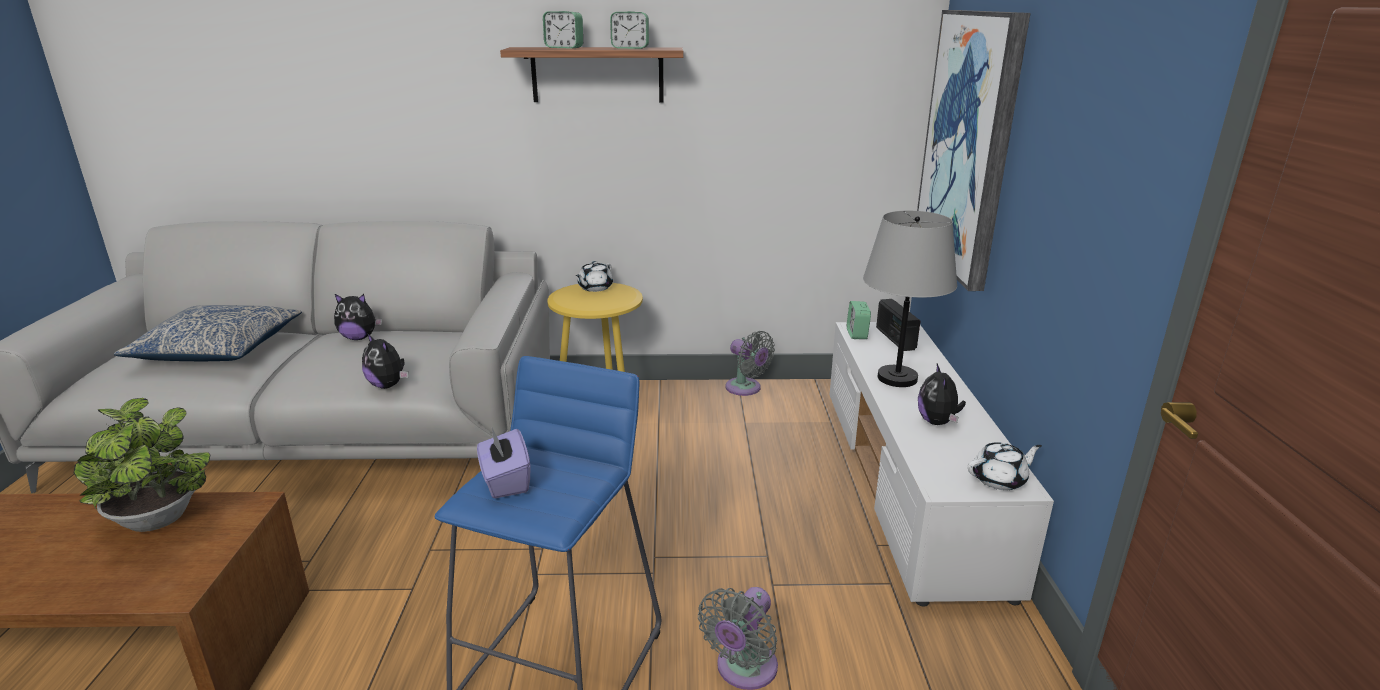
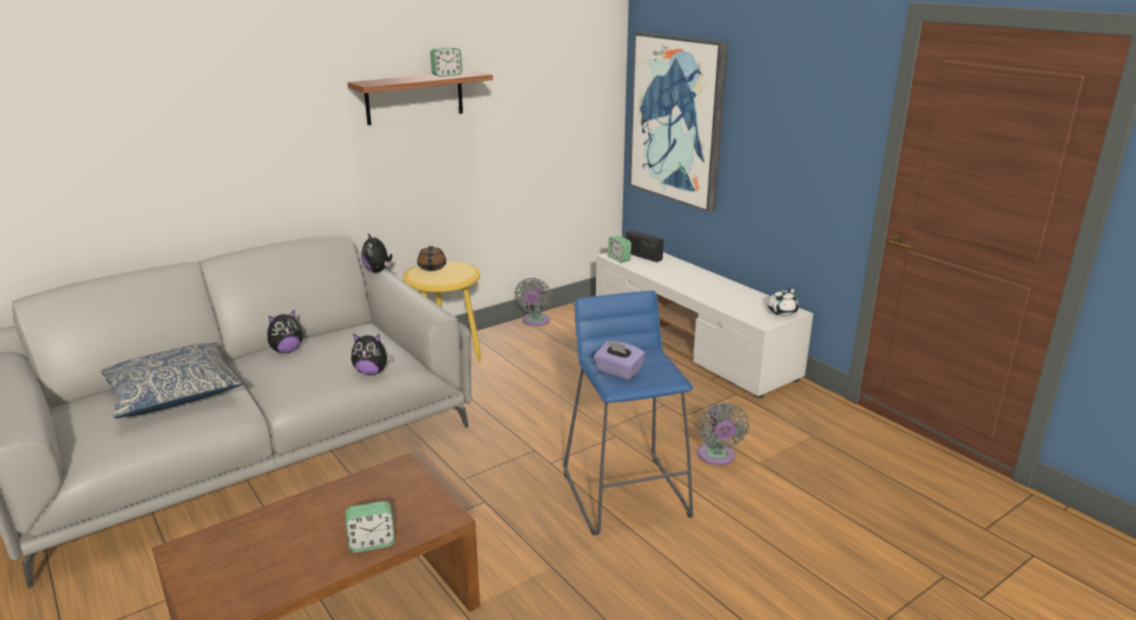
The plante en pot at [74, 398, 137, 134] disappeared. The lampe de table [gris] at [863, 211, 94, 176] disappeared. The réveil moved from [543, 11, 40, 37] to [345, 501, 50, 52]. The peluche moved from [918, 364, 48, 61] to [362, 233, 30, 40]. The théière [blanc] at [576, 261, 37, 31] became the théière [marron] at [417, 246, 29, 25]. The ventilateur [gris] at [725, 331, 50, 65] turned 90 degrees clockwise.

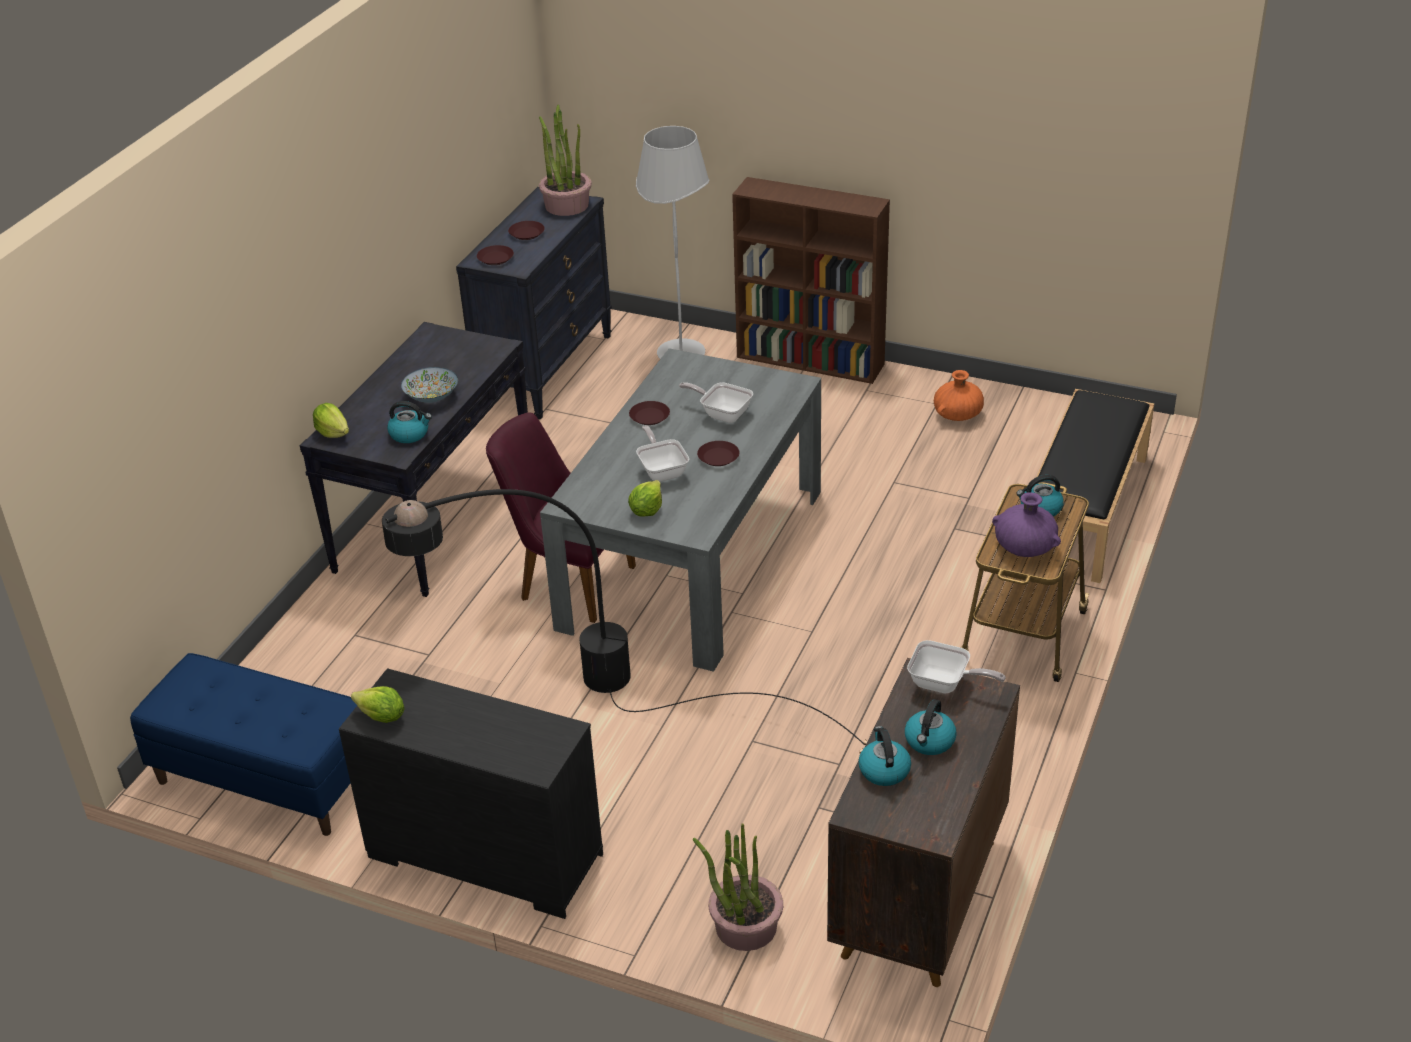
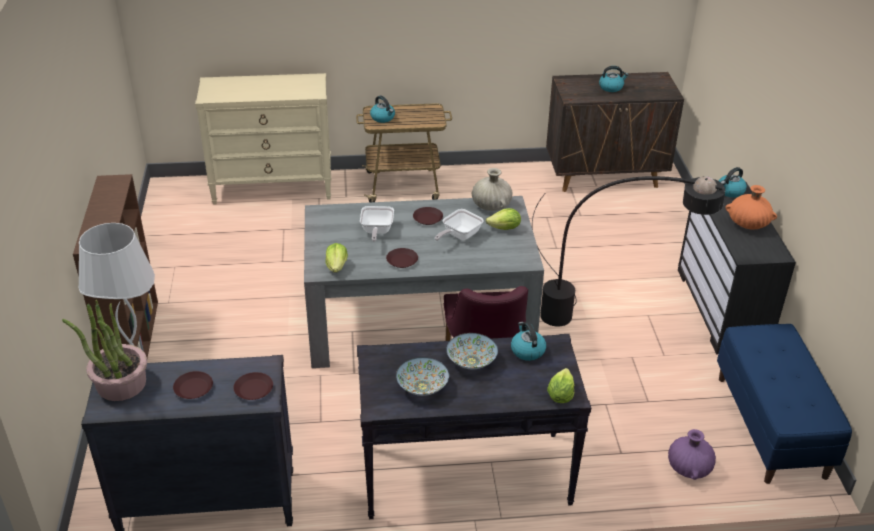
The plante en pot at [693, 824, 90, 127] disappeared. The poêle at [907, 640, 99, 53] disappeared. The bol at [396, 357, 53, 39] appeared. The vase [beige] at [472, 168, 41, 43] appeared. The laitue moved from [351, 686, 54, 37] to [325, 243, 23, 30]. The bouilloire moved from [859, 726, 52, 60] to [719, 167, 28, 31]. The vase [orange] moved from [934, 370, 50, 51] to [726, 185, 51, 45]. The vase [violet] moved from [992, 492, 69, 65] to [668, 429, 48, 51]. The banc [noir] at [1036, 389, 118, 194] was replaced by the commode [beige] at [195, 73, 136, 132].

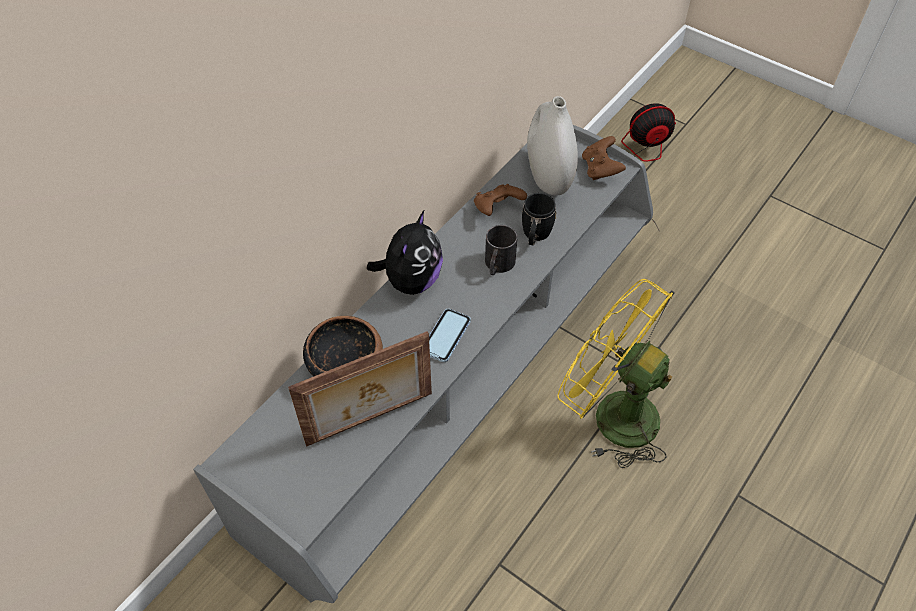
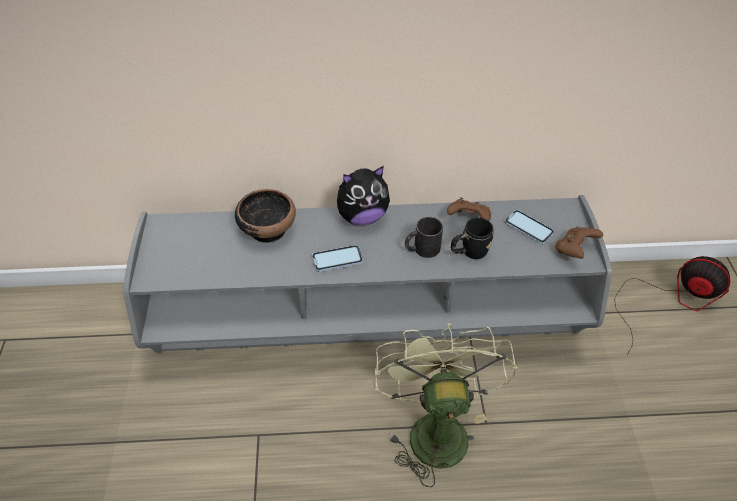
The cadre photo at [288, 331, 144, 116] disappeared. The vase [blanc] at [527, 96, 51, 99] was replaced by the téléphone at [505, 210, 49, 34]. The ventilateur [jaune] at [558, 279, 117, 189] became the ventilateur [vert] at [373, 323, 144, 164].

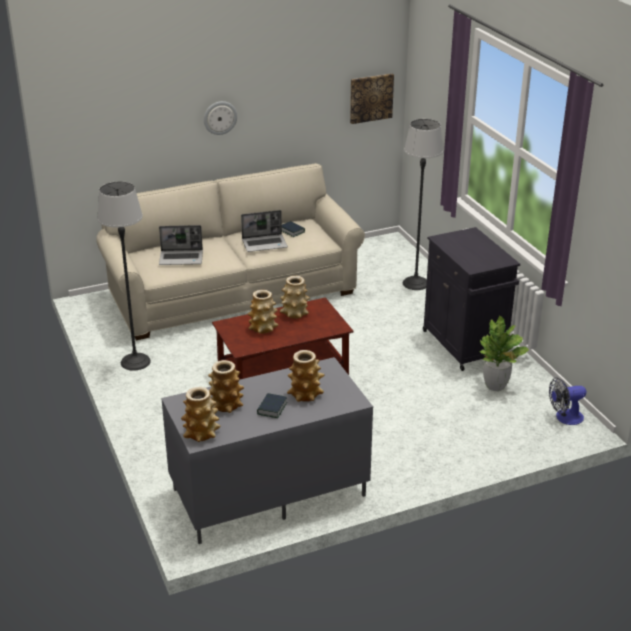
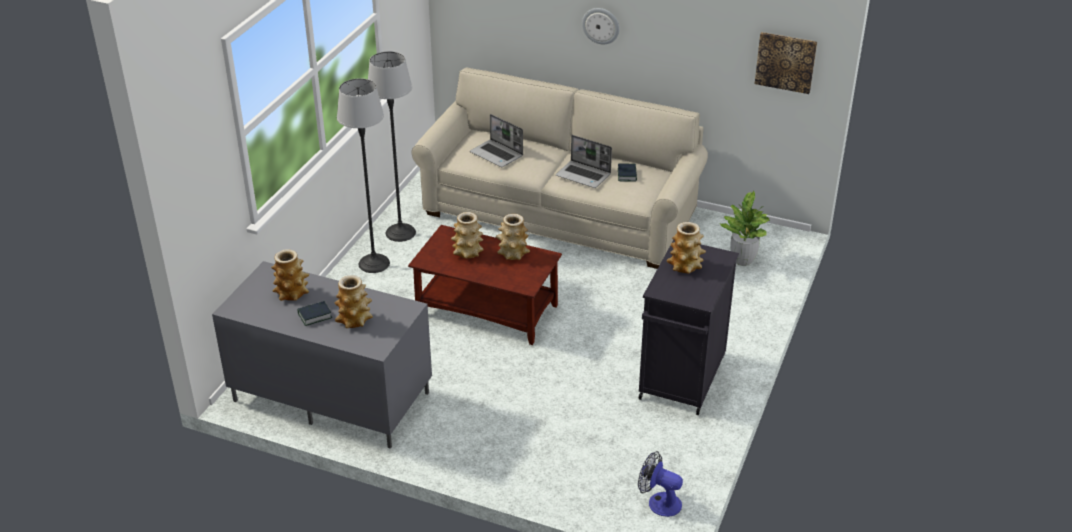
The vase moved from [181, 387, 39, 55] to [667, 222, 39, 52]. The lampadaire moved from [403, 119, 41, 171] to [337, 78, 53, 195]. The plante en pot moved from [479, 316, 51, 75] to [719, 191, 51, 75].

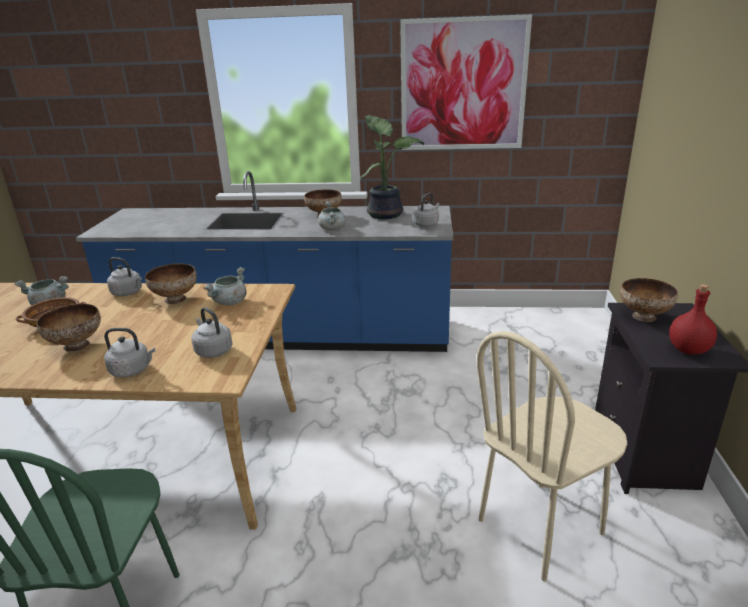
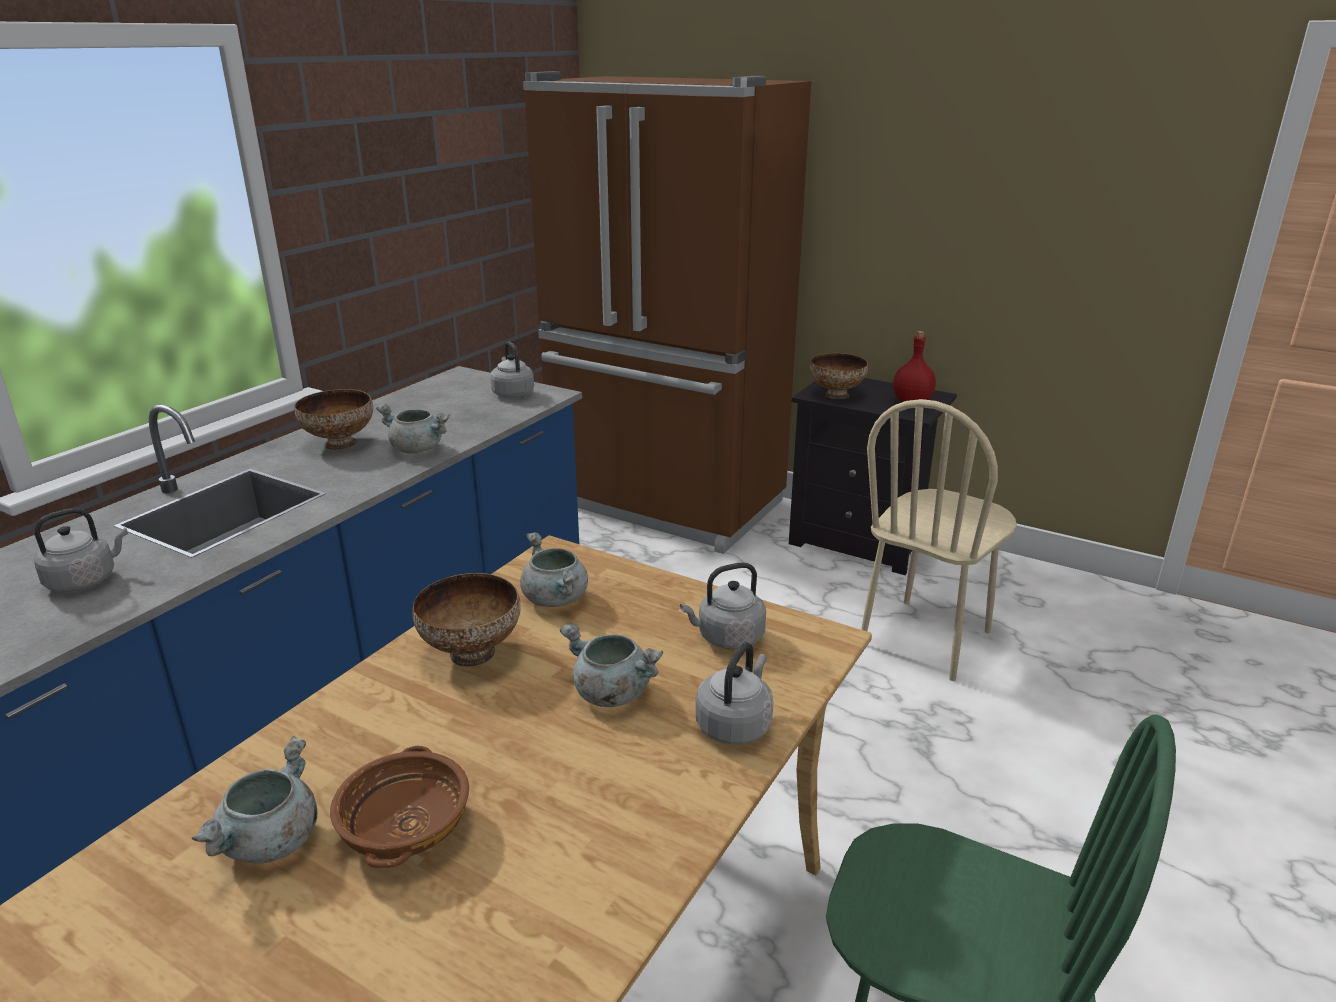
The bol at [36, 304, 65, 48] disappeared. The plante en pot at [360, 115, 64, 104] disappeared. The tableau at [400, 14, 132, 136] disappeared. The réfrigérateur [marron] at [523, 71, 288, 483] appeared. The marmite [gris] at [560, 624, 103, 83] appeared. The bouilloire [gris] moved from [107, 257, 35, 39] to [34, 508, 94, 84]. The chaise [beige] at [476, 331, 151, 251] turned 45 degrees clockwise.

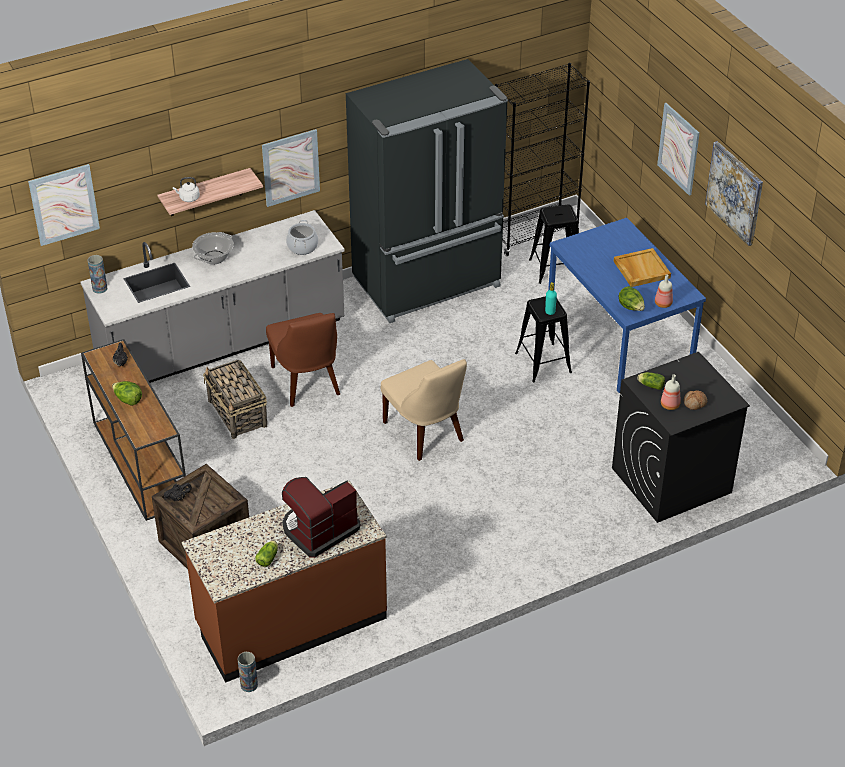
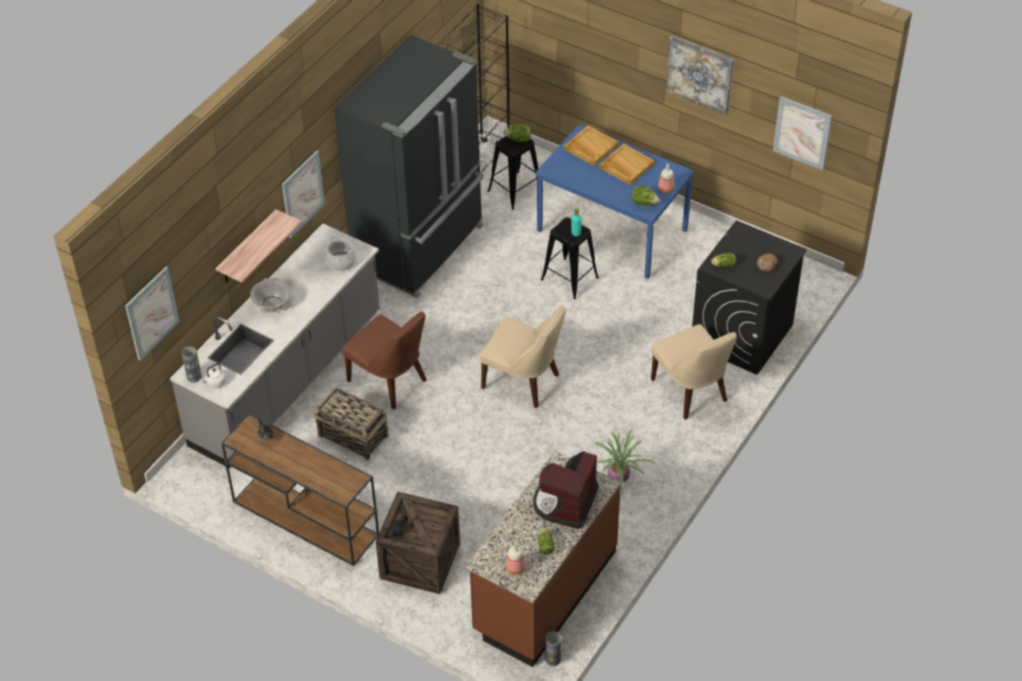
The plateau [beige] at [564, 125, 55, 41] appeared. The plante en pot at [593, 428, 63, 64] appeared. The chaise [beige] at [651, 324, 86, 96] appeared. The laitue moved from [112, 381, 30, 24] to [503, 124, 28, 18]. The bouilloire [blanc] moved from [173, 177, 27, 25] to [200, 363, 26, 25]. The tableau moved from [657, 103, 43, 93] to [773, 96, 59, 75]. The bouteille moved from [661, 374, 20, 36] to [506, 543, 20, 32].

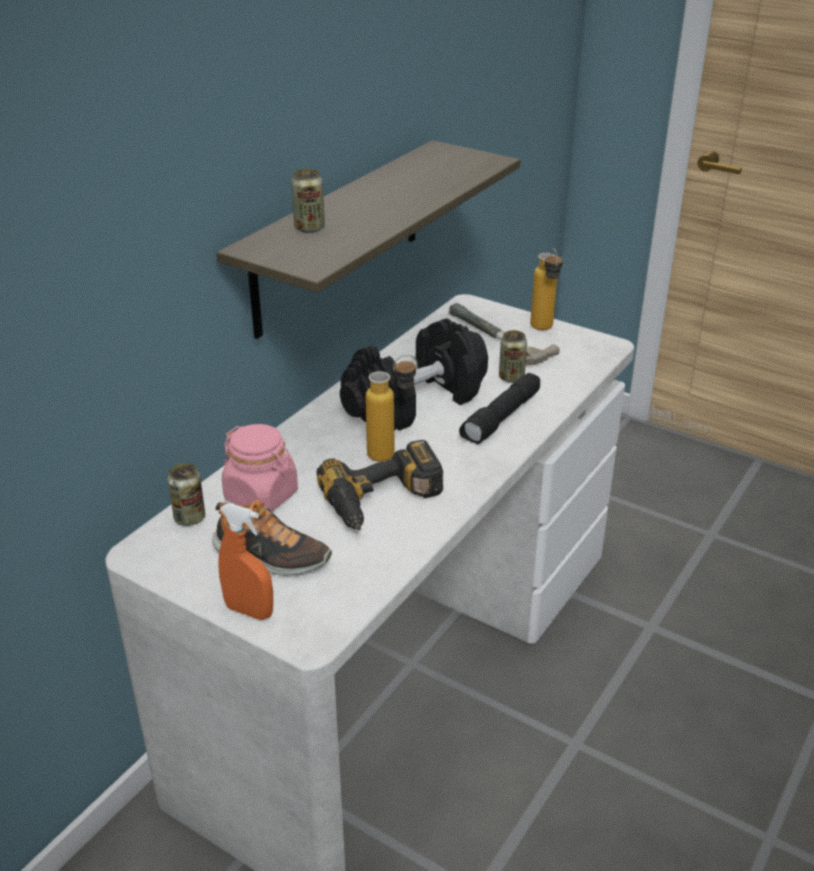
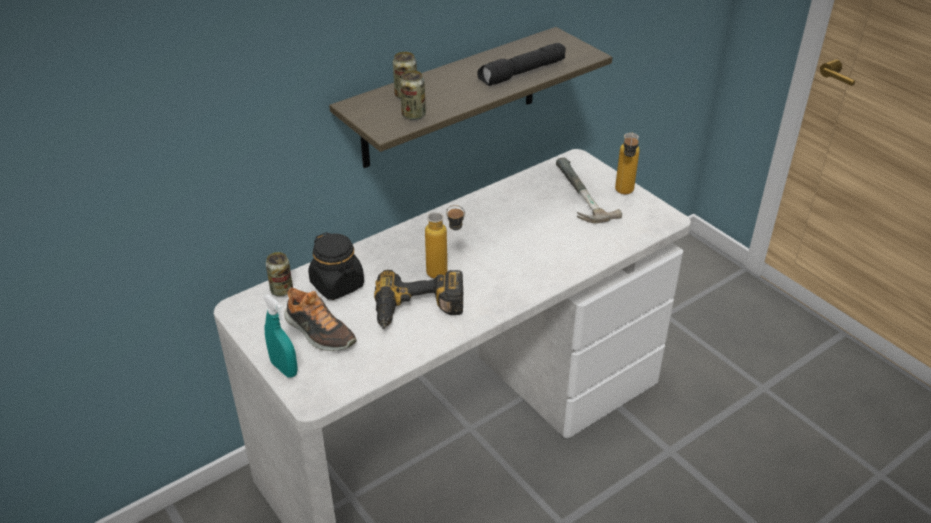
The haltère [noir] at [340, 318, 148, 112] disappeared. The lampe de poche [noir] moved from [459, 373, 81, 71] to [477, 43, 89, 43]. The boîte métallique moved from [499, 330, 28, 53] to [400, 70, 26, 50]. The vaporisateur [orange] at [218, 503, 55, 117] became the vaporisateur [turquoise] at [263, 294, 35, 83]. The bocal [rose] at [222, 424, 76, 87] became the bocal [noir] at [308, 232, 56, 68].

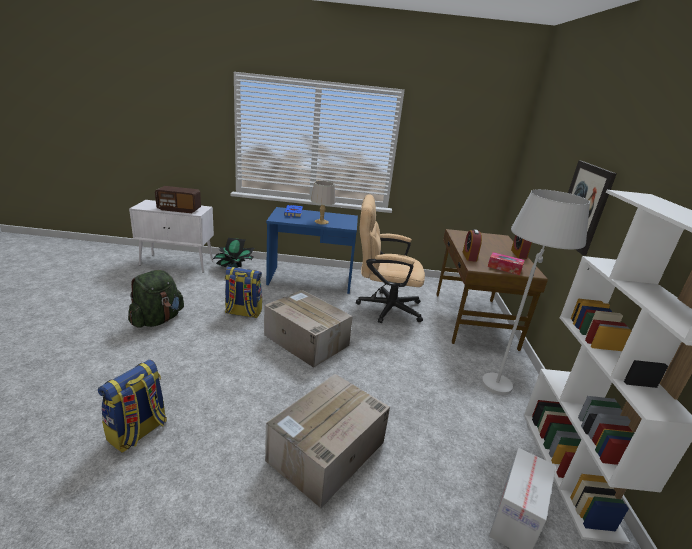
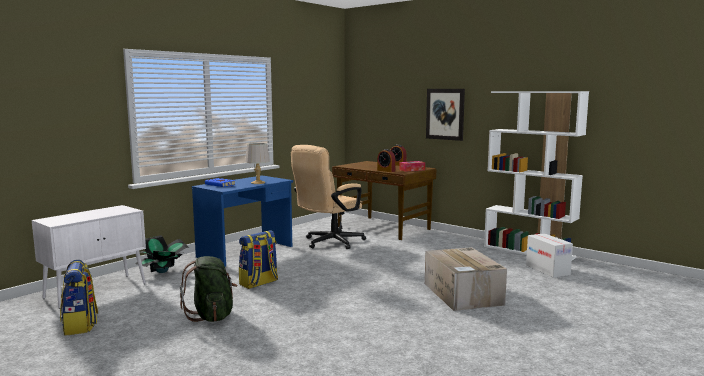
The radio at [155, 186, 46, 27] disappeared. The carton at [264, 290, 89, 78] disappeared. The lampadaire [blanc] at [482, 189, 108, 206] disappeared. The sac à dos moved from [98, 360, 69, 93] to [60, 260, 38, 76].

